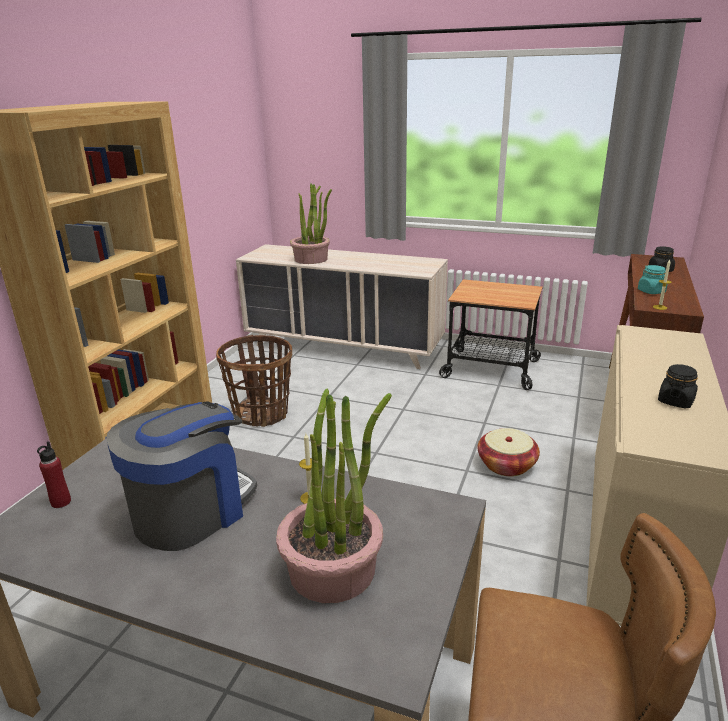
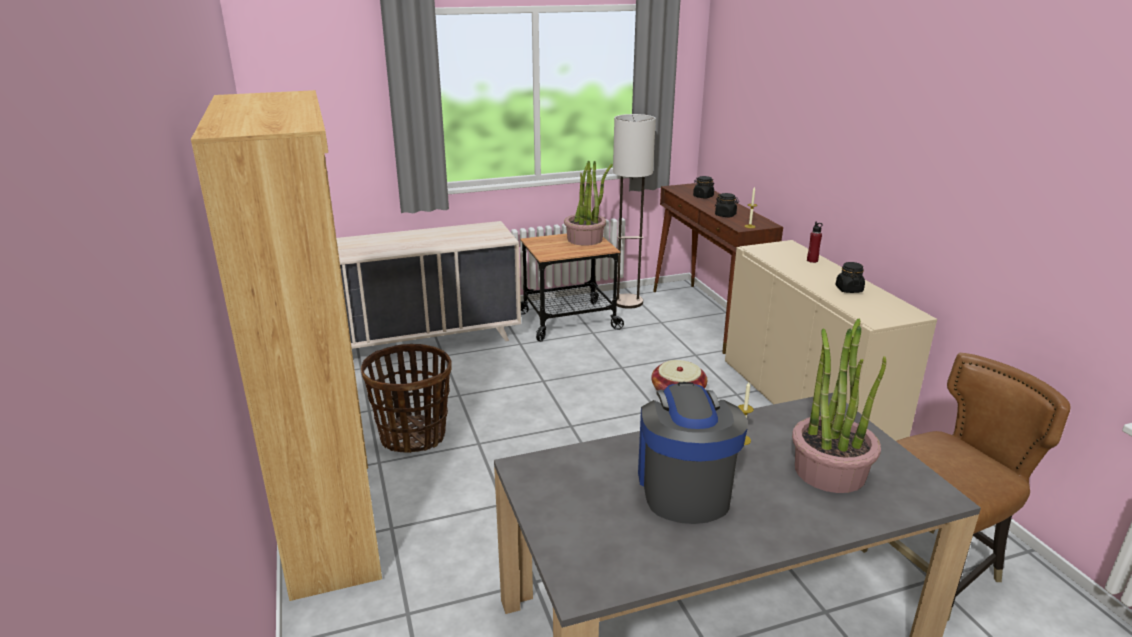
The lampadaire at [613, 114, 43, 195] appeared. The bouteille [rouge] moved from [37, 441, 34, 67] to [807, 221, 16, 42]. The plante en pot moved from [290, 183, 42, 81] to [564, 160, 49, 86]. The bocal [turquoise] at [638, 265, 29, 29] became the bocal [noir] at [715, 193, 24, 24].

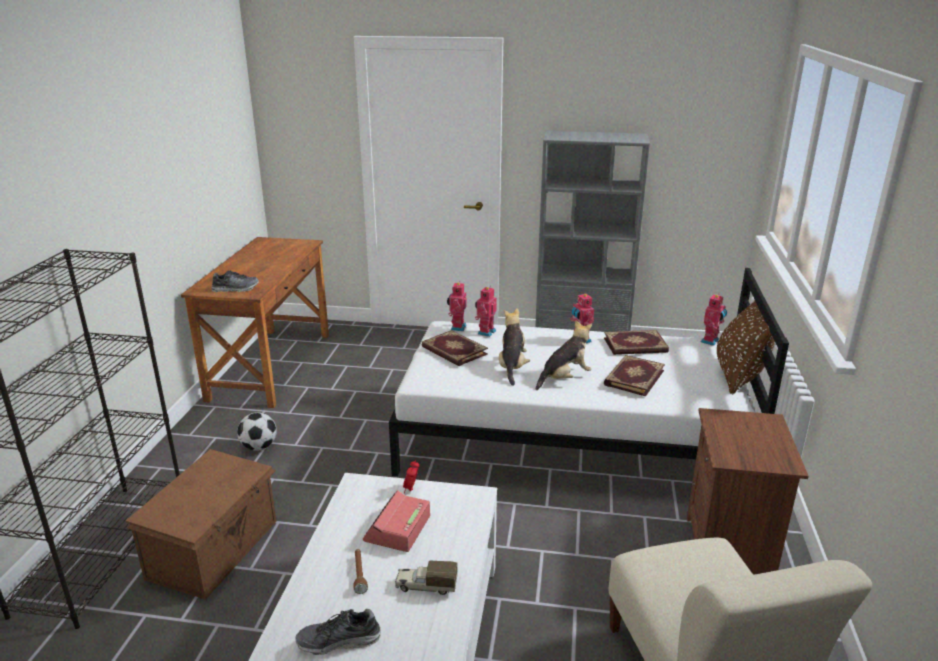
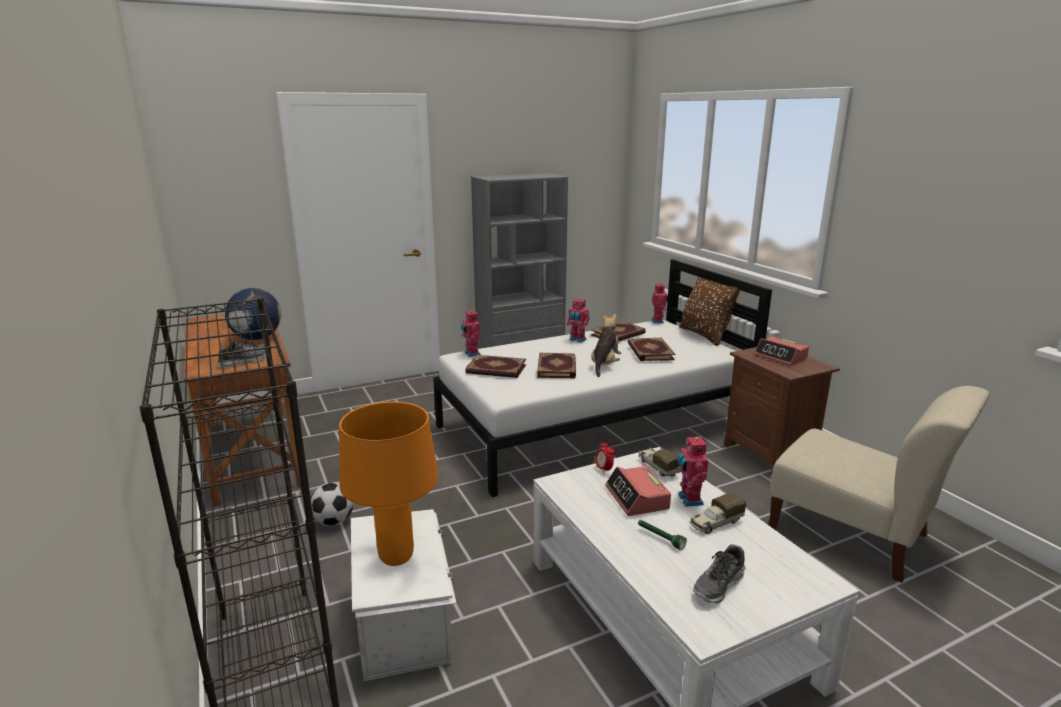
The globe at [225, 288, 56, 52] appeared. The lampe de table [orange] at [339, 402, 100, 164] appeared. The camion jouet at [638, 448, 42, 29] appeared. The réveil at [754, 337, 55, 28] appeared. The robot jouet moved from [475, 287, 22, 50] to [677, 434, 32, 73]. The peluche at [499, 308, 31, 78] was replaced by the livre at [537, 353, 39, 25]. The boîte de rangement [marron] at [126, 449, 150, 151] became the boîte de rangement [blanc] at [351, 509, 105, 172]. The lampe de poche [marron] at [353, 549, 15, 45] became the lampe de poche [vert] at [638, 520, 49, 30].

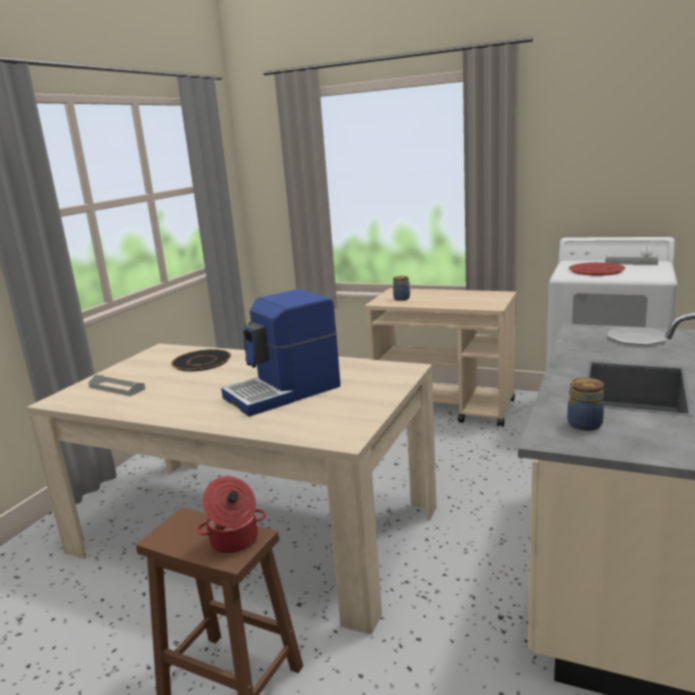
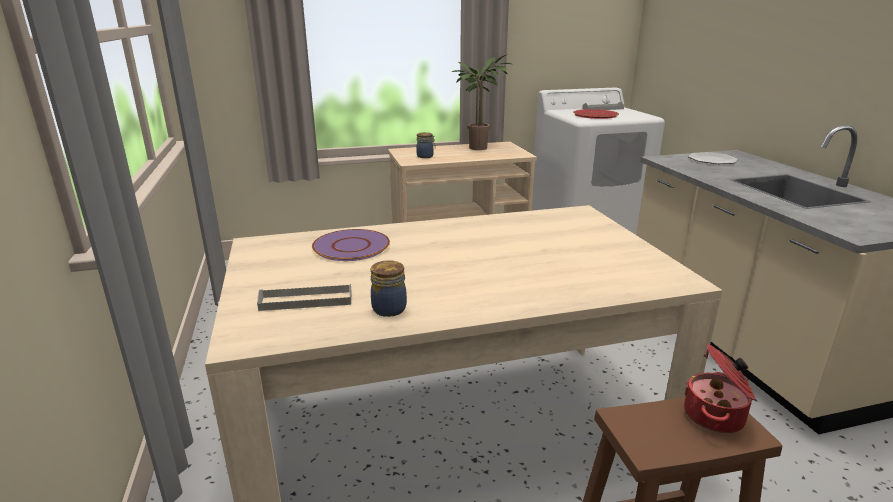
The machine à café at [221, 289, 120, 128] disappeared. The plante en pot at [452, 55, 59, 95] appeared. The bocal moved from [567, 378, 37, 53] to [371, 260, 36, 57]. The assiette [noir] at [171, 349, 60, 22] became the assiette [violet] at [312, 229, 78, 32].

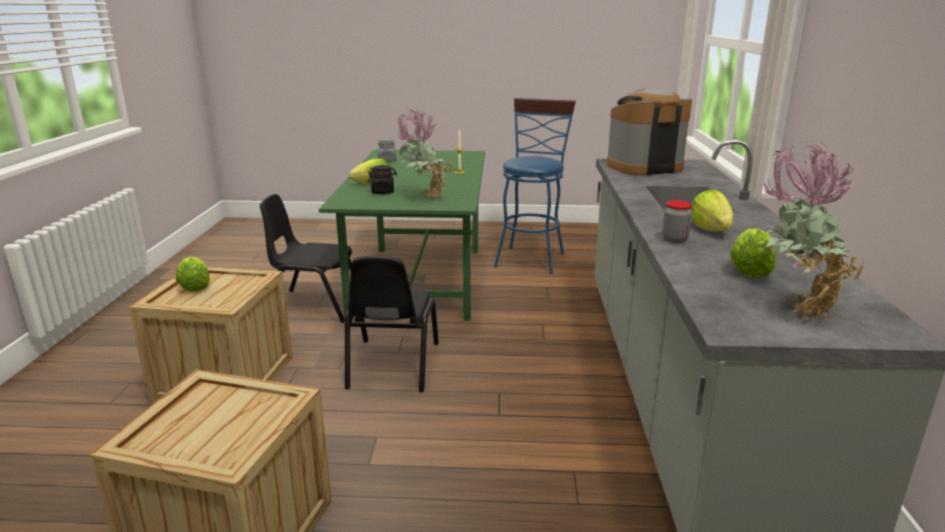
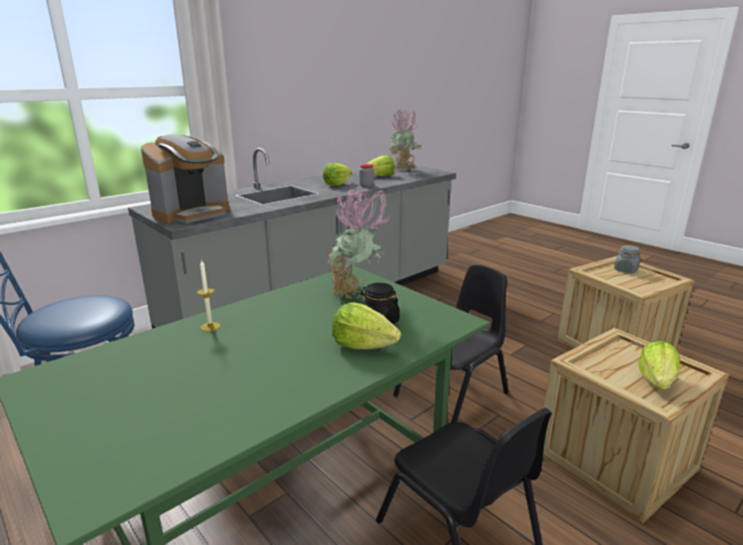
The bocal [gris] moved from [378, 138, 18, 24] to [614, 245, 26, 28]. The machine à café at [607, 89, 85, 86] turned 75 degrees counterclockwise.

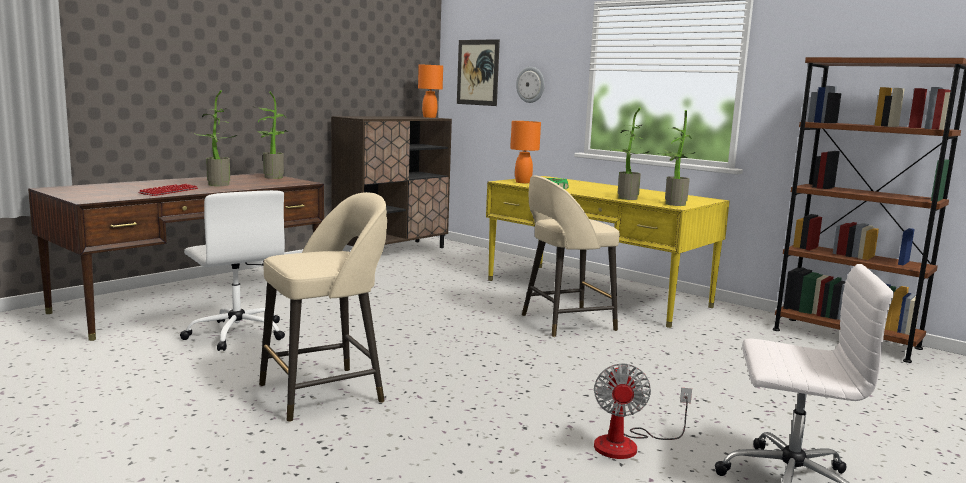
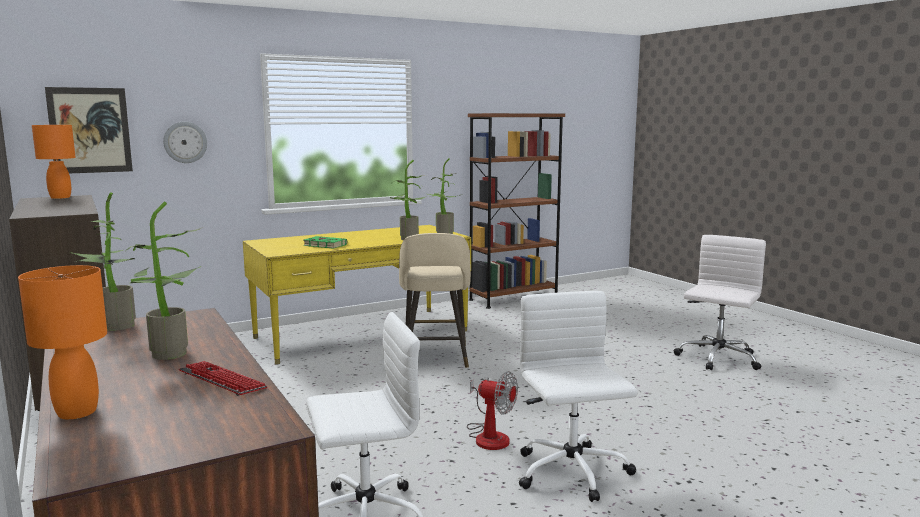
The lampe de table [orange] moved from [510, 121, 31, 62] to [18, 265, 89, 154]. The ventilateur moved from [594, 363, 98, 96] to [467, 371, 51, 79]. The tabouret [beige] at [259, 192, 128, 230] was replaced by the chaise de bureau [blanc] at [519, 291, 118, 211].

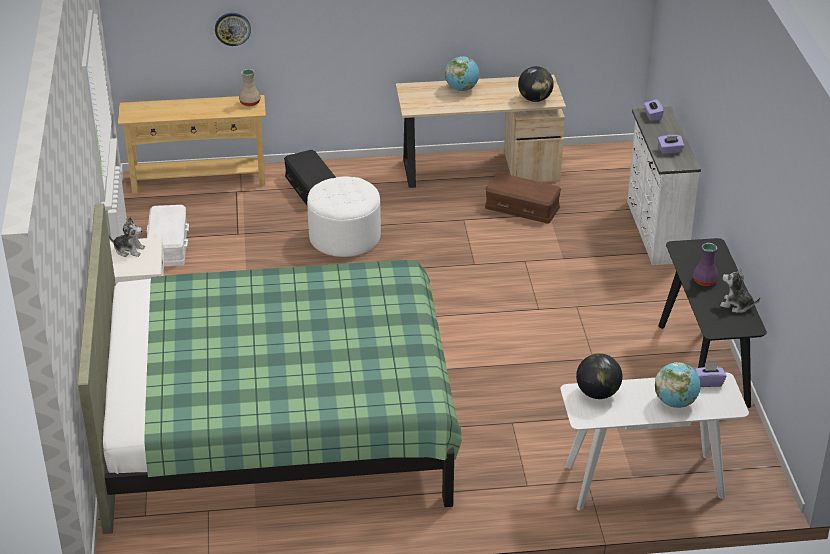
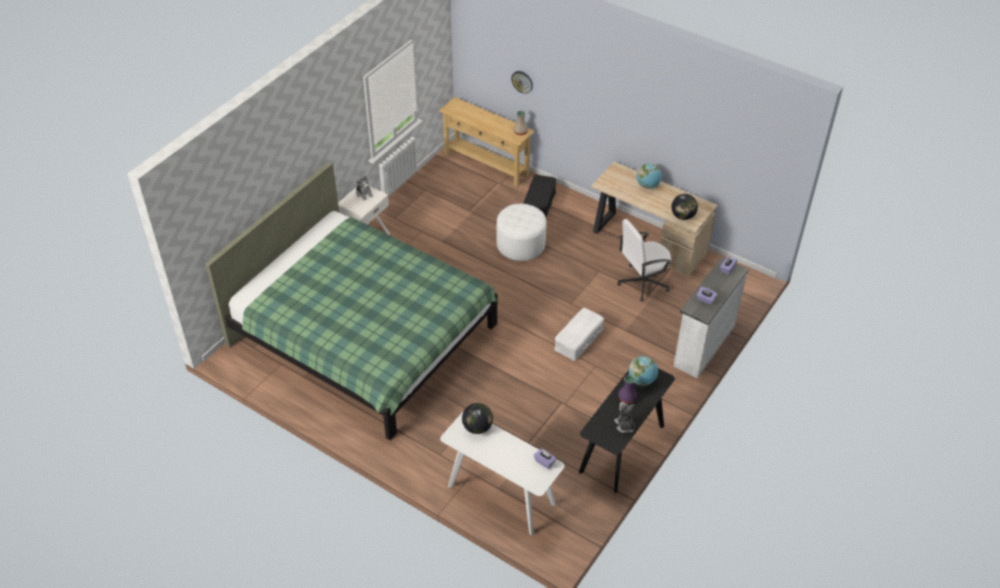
The boîte de rangement [blanc] moved from [147, 205, 42, 61] to [554, 308, 50, 53]. The globe moved from [655, 362, 46, 46] to [629, 356, 29, 30]. The boîte de rangement [marron] at [485, 173, 76, 50] was replaced by the chaise de bureau [blanc] at [617, 219, 55, 82].

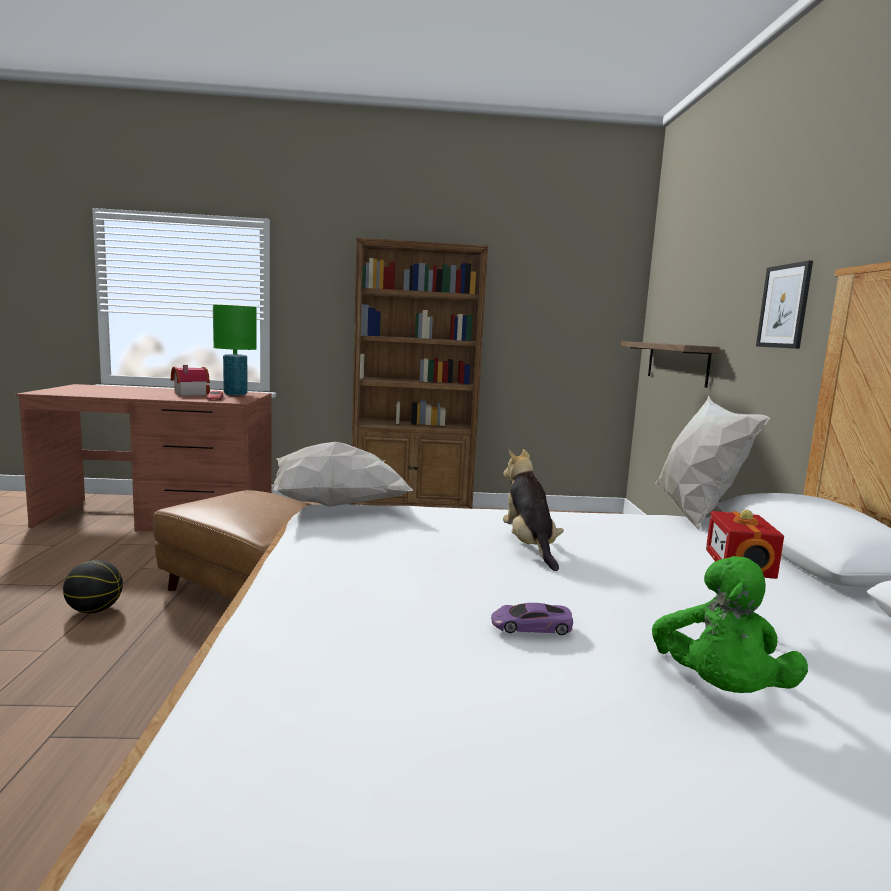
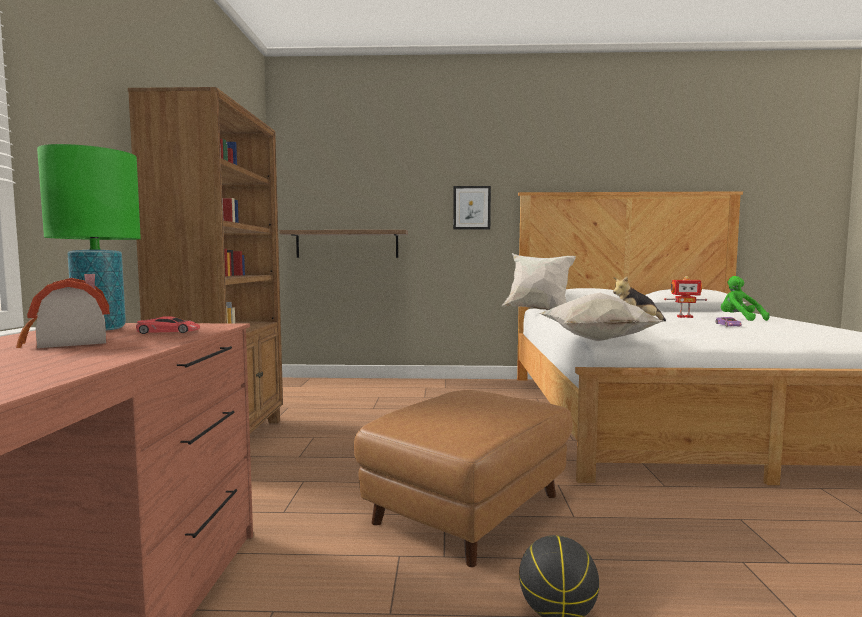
The peluche [vert] at [652, 556, 156, 137] turned 135 degrees counterclockwise.

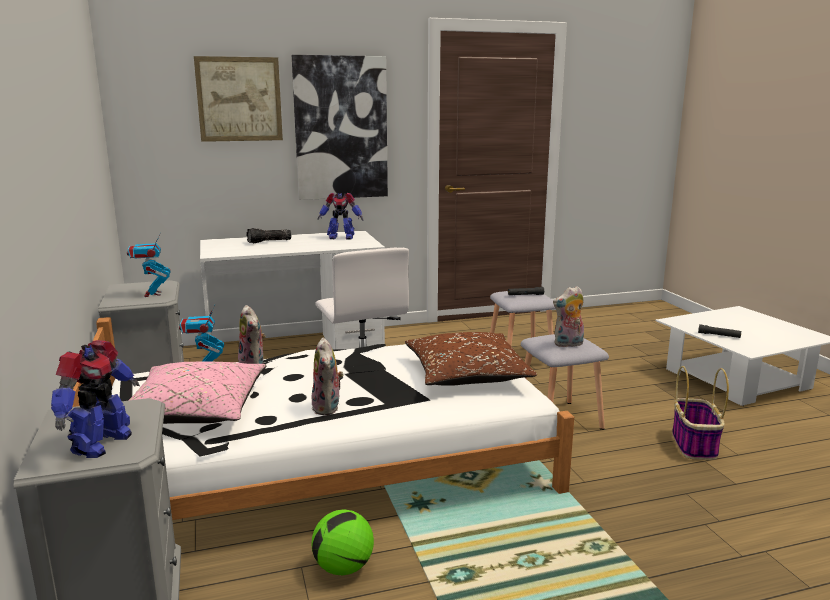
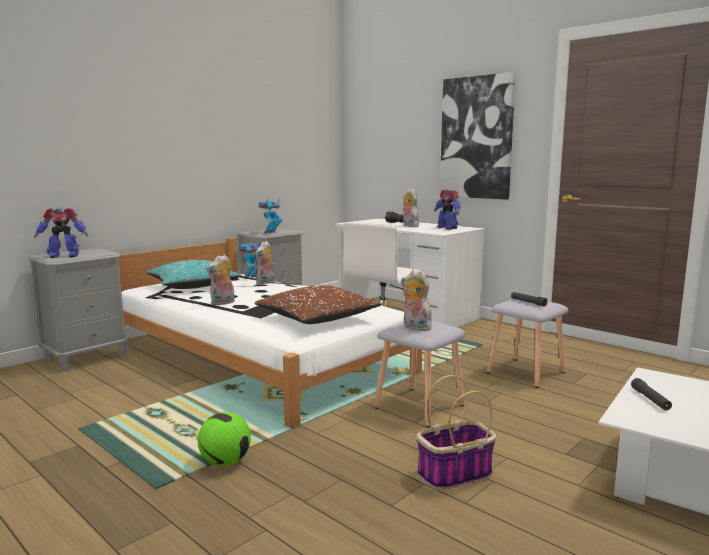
The tableau at [194, 56, 89, 86] disappeared. The peluche at [403, 189, 16, 38] appeared. The ballon de foot moved from [311, 509, 63, 66] to [197, 412, 54, 54]. The coussin [rose] at [128, 361, 138, 63] became the coussin [turquoise] at [146, 260, 96, 29].

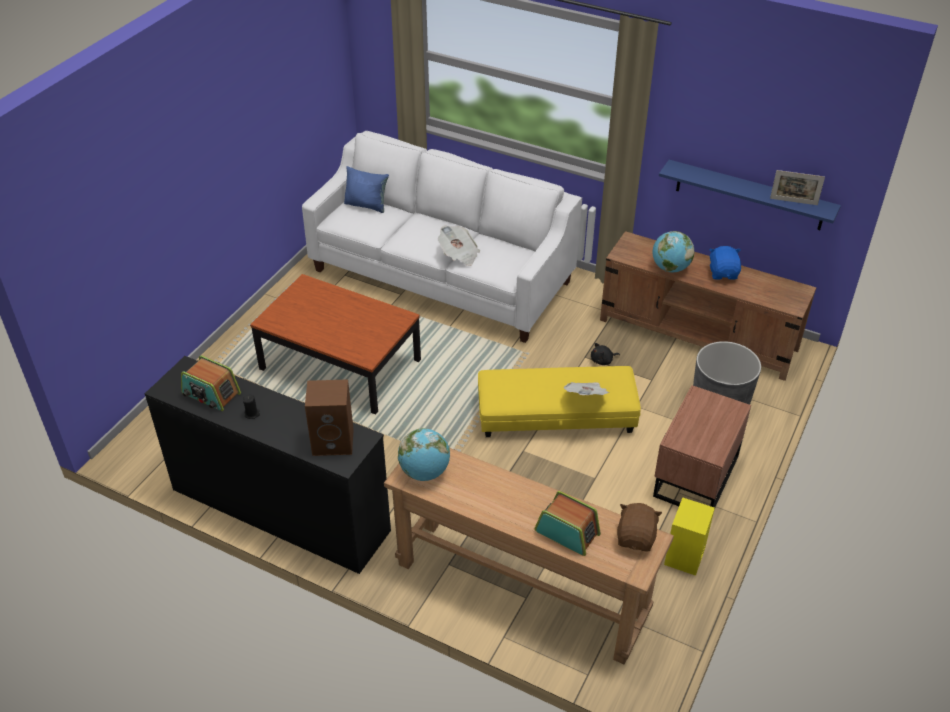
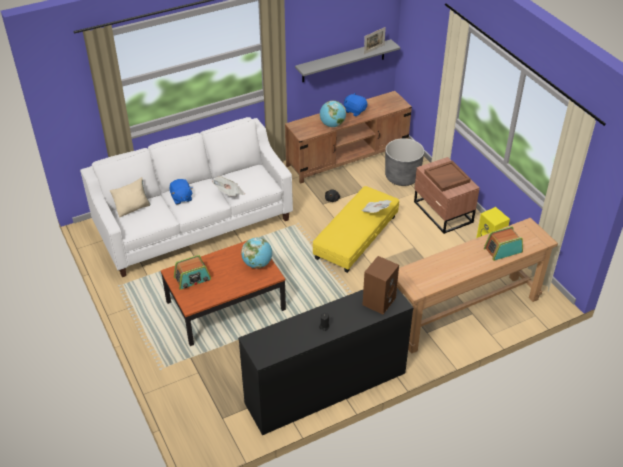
The peluche [marron] at [617, 503, 45, 49] disappeared. The peluche [bleu] at [169, 179, 24, 26] appeared. The plateau [marron] at [424, 161, 47, 31] appeared. The radio moved from [181, 355, 60, 56] to [174, 255, 37, 35]. The globe moved from [398, 428, 52, 53] to [241, 237, 31, 31]. The coussin [bleu] at [344, 166, 45, 47] became the coussin [beige] at [110, 177, 40, 40]. The étagère [bleu] at [659, 160, 182, 70] became the étagère [gris] at [295, 39, 106, 43].

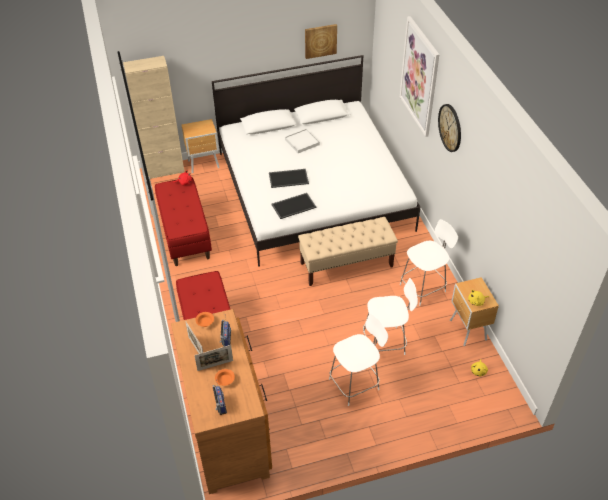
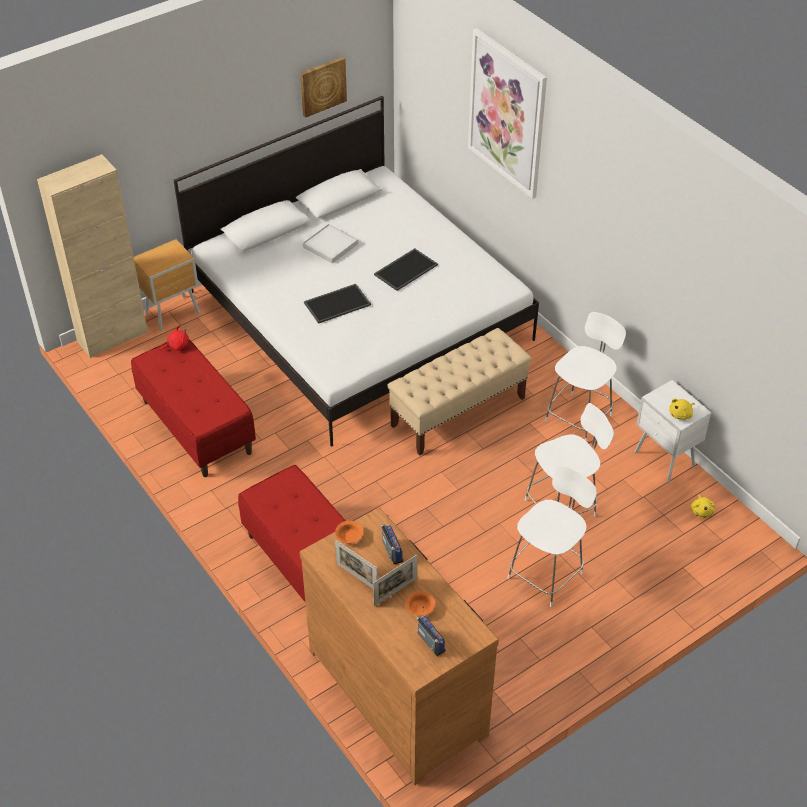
The horloge murale at [438, 104, 23, 48] disappeared. The plateau moved from [271, 193, 45, 26] to [374, 248, 64, 43]. The table de chevet [marron] at [450, 277, 49, 69] became the table de chevet [blanc] at [635, 380, 76, 103].

